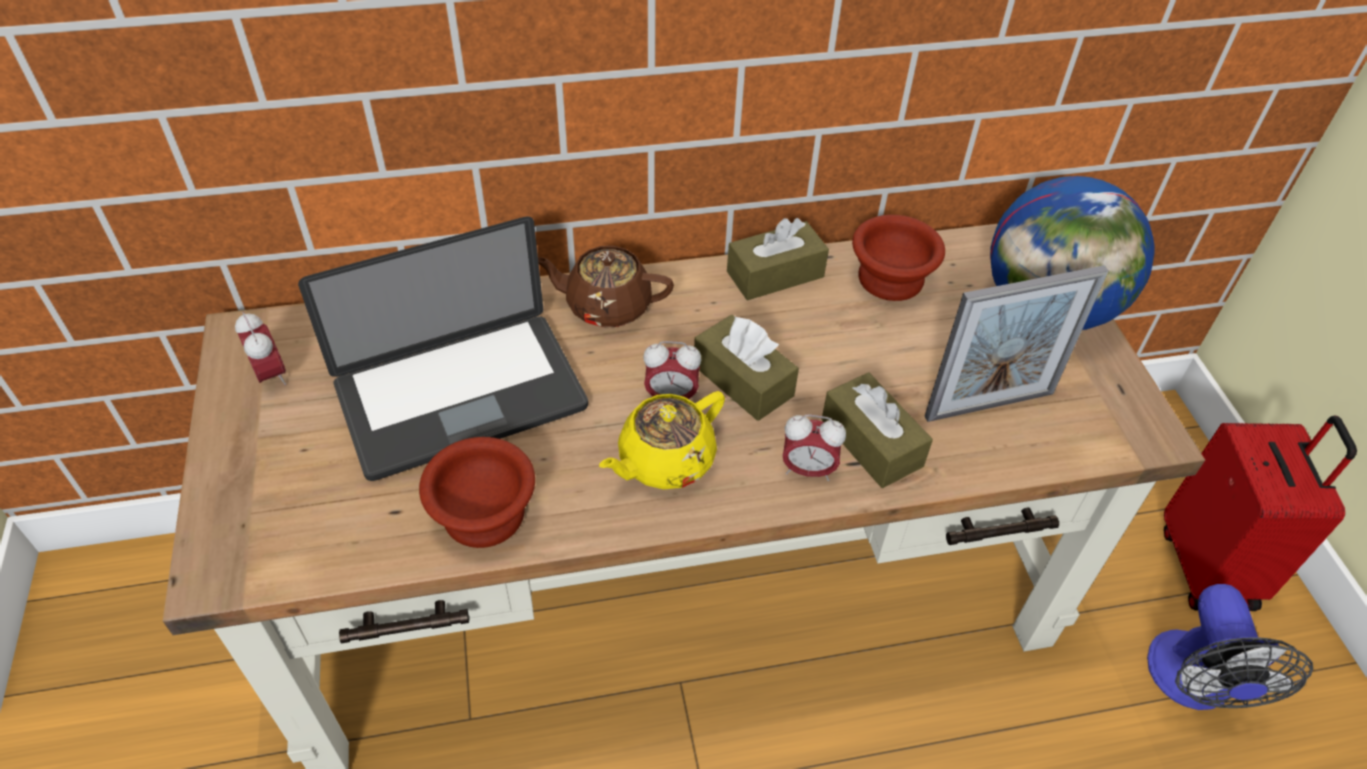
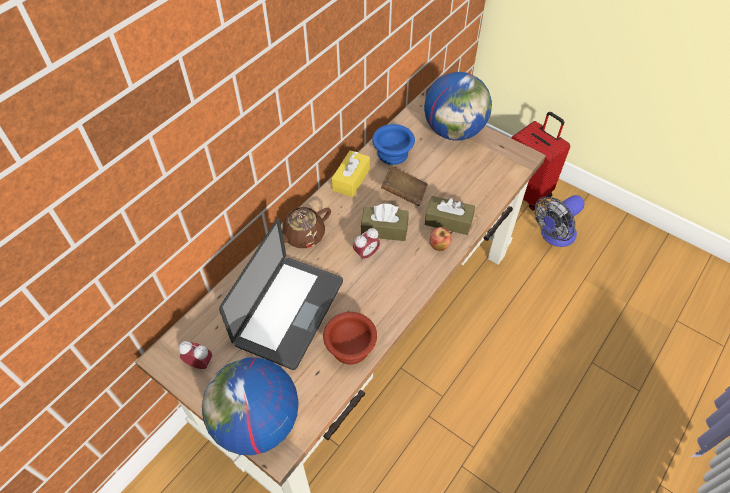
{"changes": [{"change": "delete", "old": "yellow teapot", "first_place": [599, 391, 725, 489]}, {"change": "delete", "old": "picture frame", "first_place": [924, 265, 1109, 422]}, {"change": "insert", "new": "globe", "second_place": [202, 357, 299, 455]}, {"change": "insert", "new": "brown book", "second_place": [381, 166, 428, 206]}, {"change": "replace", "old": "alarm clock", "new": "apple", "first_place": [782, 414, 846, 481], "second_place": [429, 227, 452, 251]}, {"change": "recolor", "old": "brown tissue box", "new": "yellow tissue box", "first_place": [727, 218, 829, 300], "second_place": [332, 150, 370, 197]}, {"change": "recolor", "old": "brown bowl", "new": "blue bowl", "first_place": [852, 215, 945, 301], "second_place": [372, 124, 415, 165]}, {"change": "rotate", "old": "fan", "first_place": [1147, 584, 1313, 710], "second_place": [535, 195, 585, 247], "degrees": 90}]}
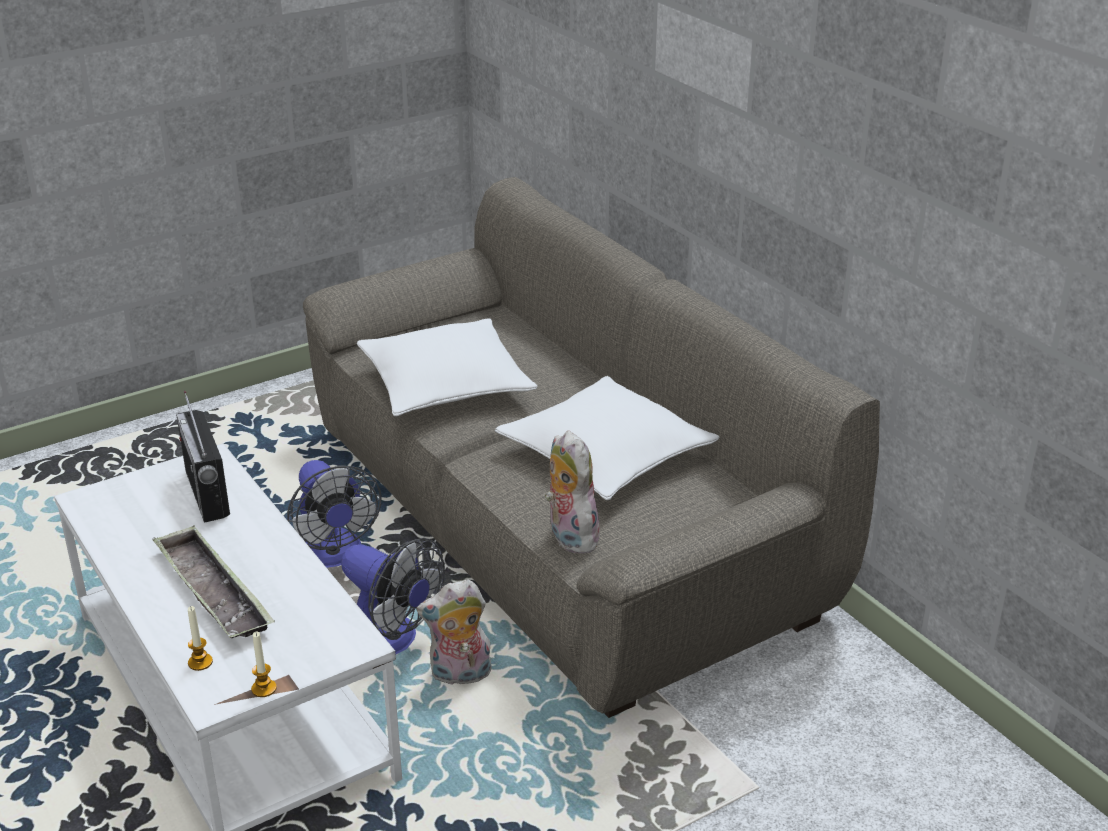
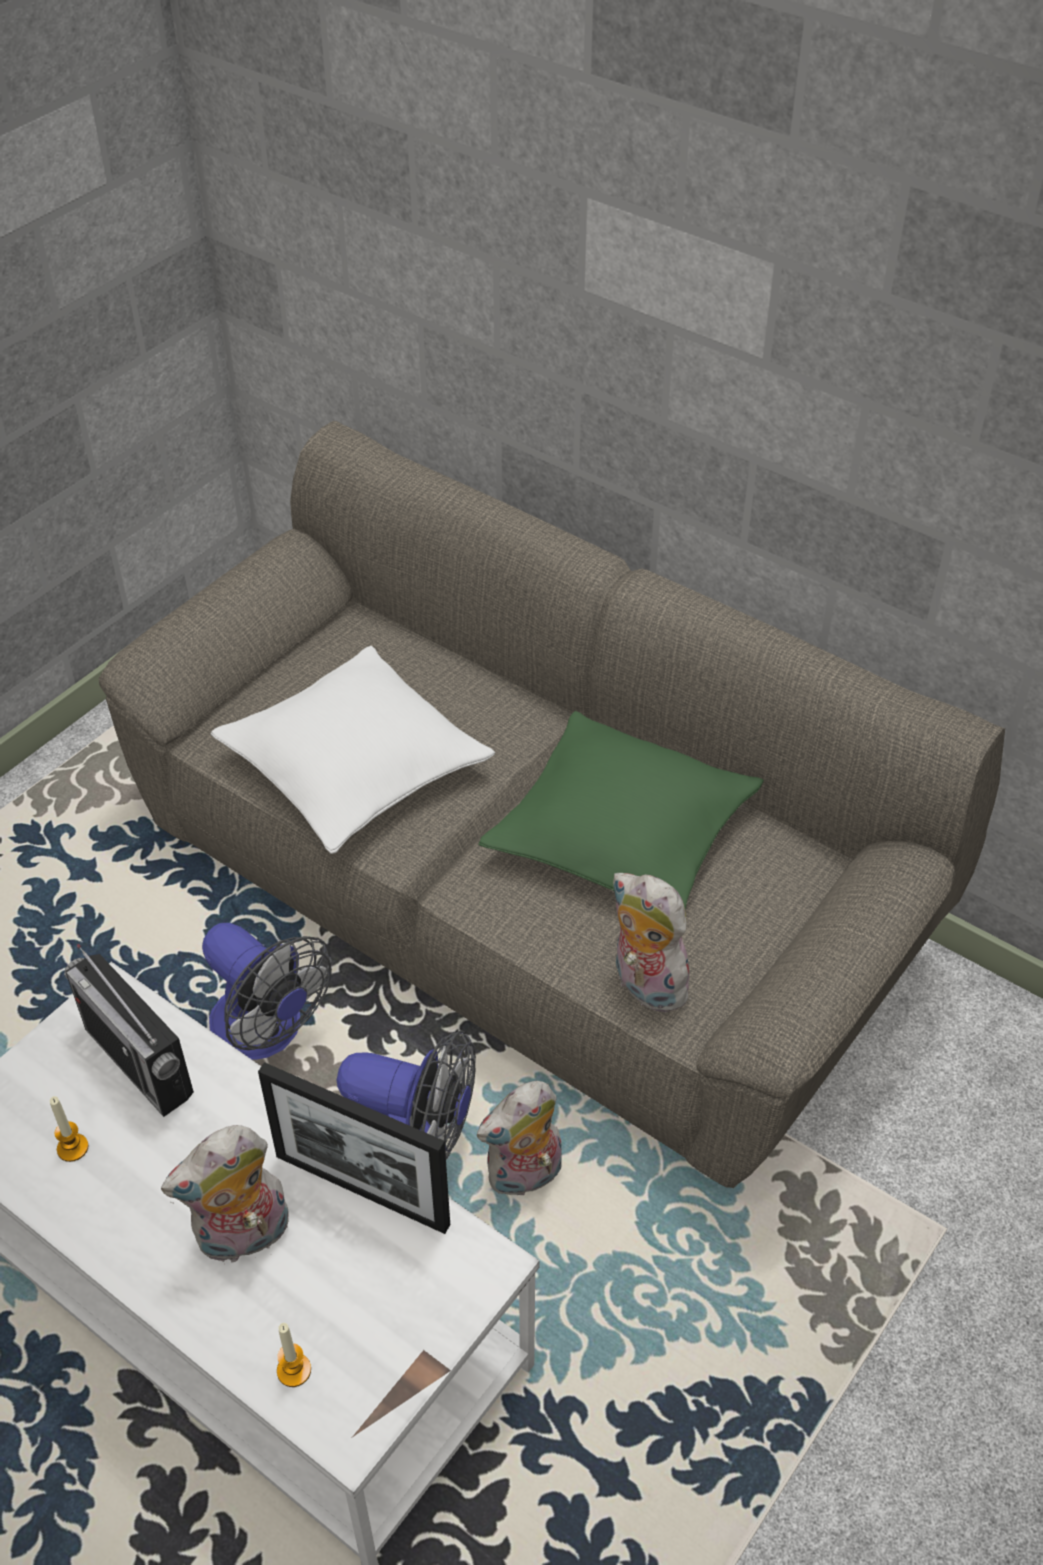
{"changes": [{"change": "insert", "new": "picture frame", "second_place": [258, 1062, 450, 1234]}, {"change": "move", "old": "candle", "first_place": [251, 631, 277, 697], "second_place": [50, 1096, 88, 1162]}, {"change": "replace", "old": "tray", "new": "plush toy", "first_place": [153, 525, 275, 638], "second_place": [161, 1125, 289, 1262]}, {"change": "recolor", "old": "white pillow", "new": "green pillow", "first_place": [495, 376, 719, 500], "second_place": [478, 711, 764, 909]}]}
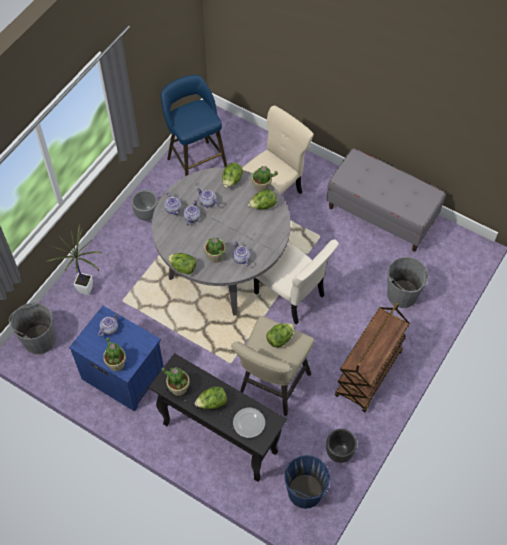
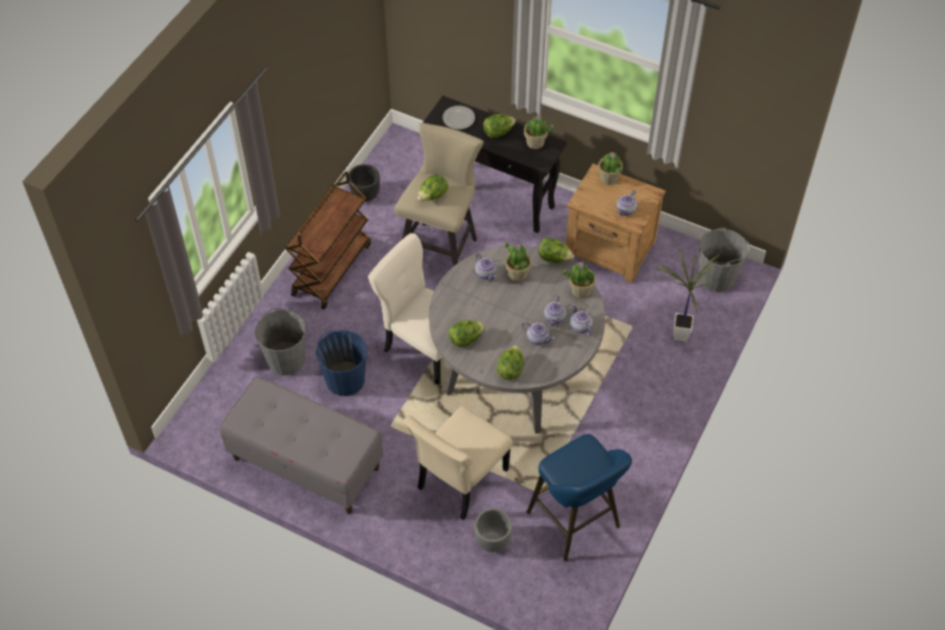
{"changes": [{"change": "move", "old": "grey planter", "first_place": [131, 190, 158, 221], "second_place": [475, 508, 512, 552]}, {"change": "move", "old": "potted plant", "first_place": [251, 166, 278, 192], "second_place": [563, 262, 596, 298]}, {"change": "move", "old": "blue bucket", "first_place": [284, 455, 330, 509], "second_place": [316, 330, 367, 396]}, {"change": "recolor", "old": "blue nightstand", "new": "brown nightstand", "first_place": [69, 306, 164, 412], "second_place": [566, 164, 666, 283]}]}
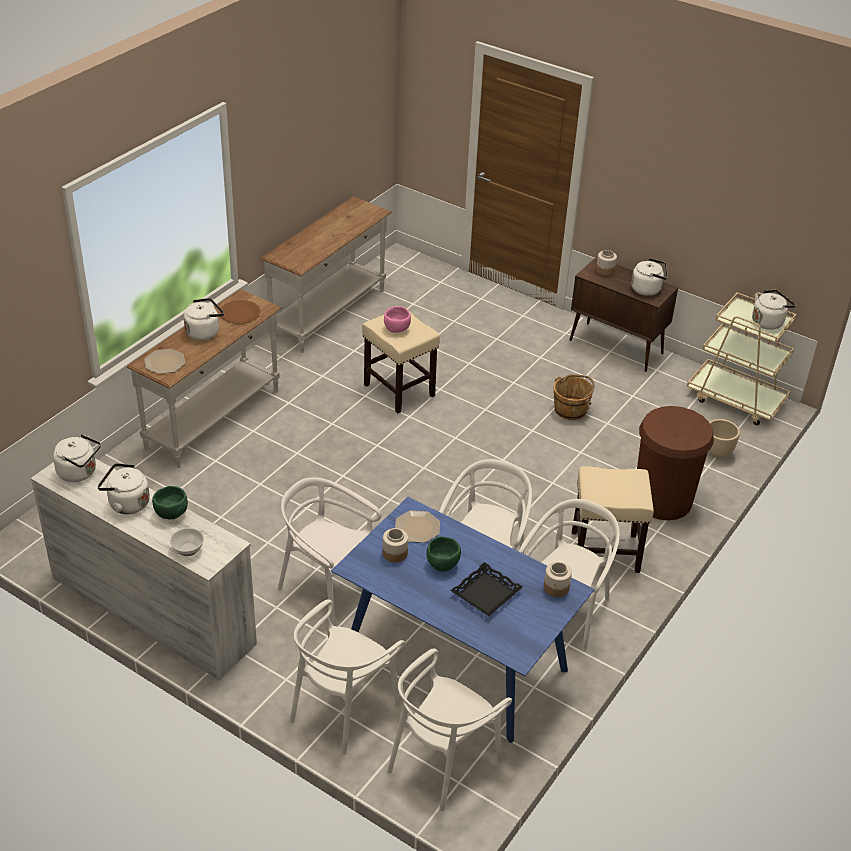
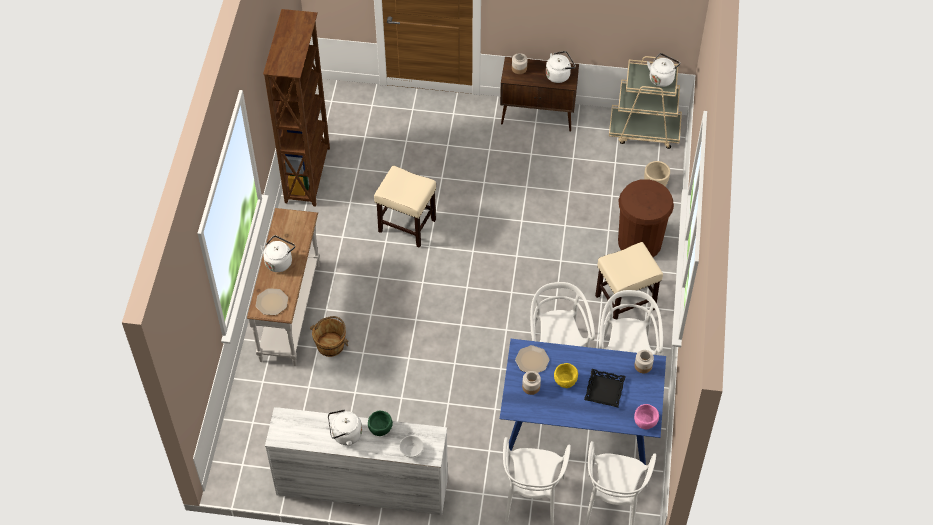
{"changes": [{"change": "delete", "old": "white kettle", "first_place": [53, 434, 101, 482]}, {"change": "delete", "old": "brown plate", "first_place": [220, 300, 261, 324]}, {"change": "delete", "old": "white chair", "first_place": [278, 477, 382, 626]}, {"change": "move", "old": "pink bowl", "first_place": [384, 306, 411, 333], "second_place": [634, 404, 659, 429]}, {"change": "move", "old": "brown bucket", "first_place": [554, 374, 595, 420], "second_place": [310, 316, 349, 357]}, {"change": "replace", "old": "white console table", "new": "brown bookcase", "first_place": [261, 197, 392, 353], "second_place": [263, 9, 330, 207]}, {"change": "recolor", "old": "green bowl", "new": "yellow bowl", "first_place": [426, 536, 461, 572], "second_place": [554, 363, 578, 388]}]}
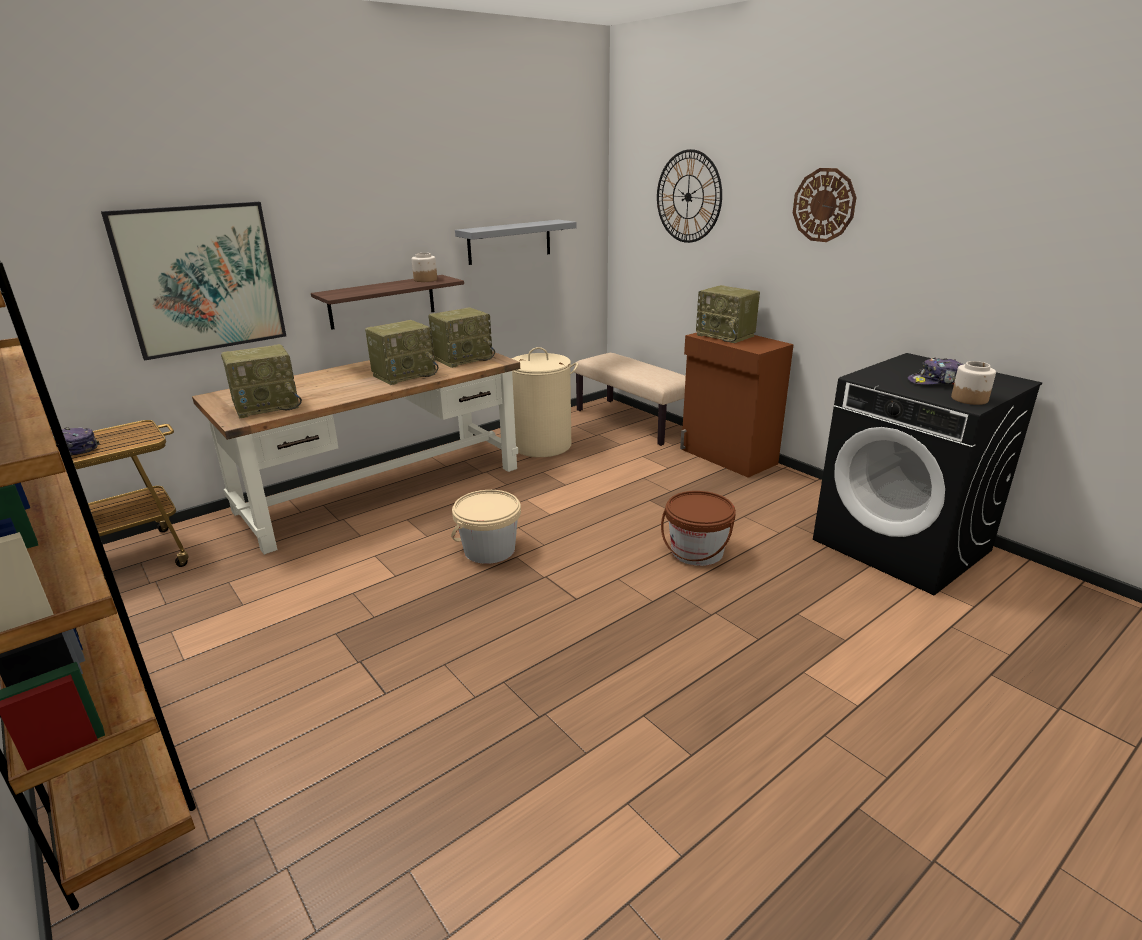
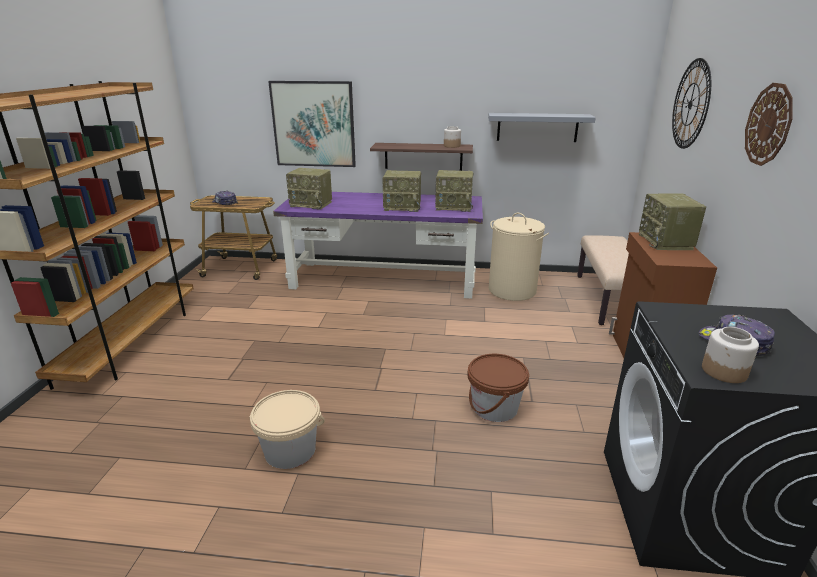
{"changes": [{"change": "move", "old": "beige bucket", "first_place": [451, 490, 521, 564], "second_place": [250, 390, 325, 469]}, {"change": "recolor", "old": "brown desk", "new": "purple desk", "first_place": [192, 351, 520, 555], "second_place": [273, 192, 483, 299]}]}
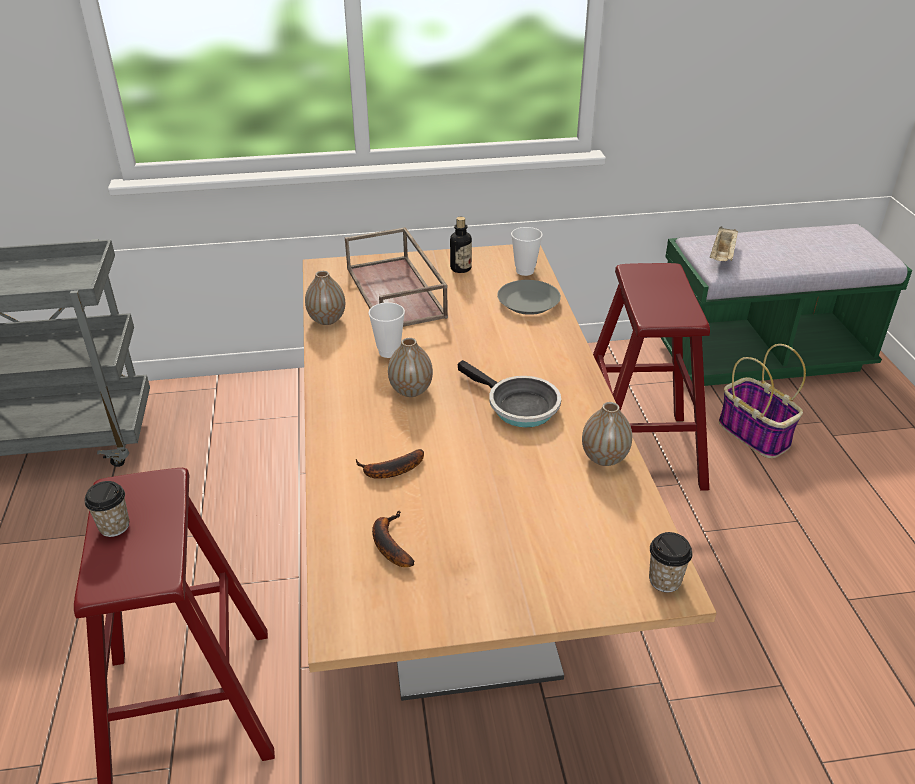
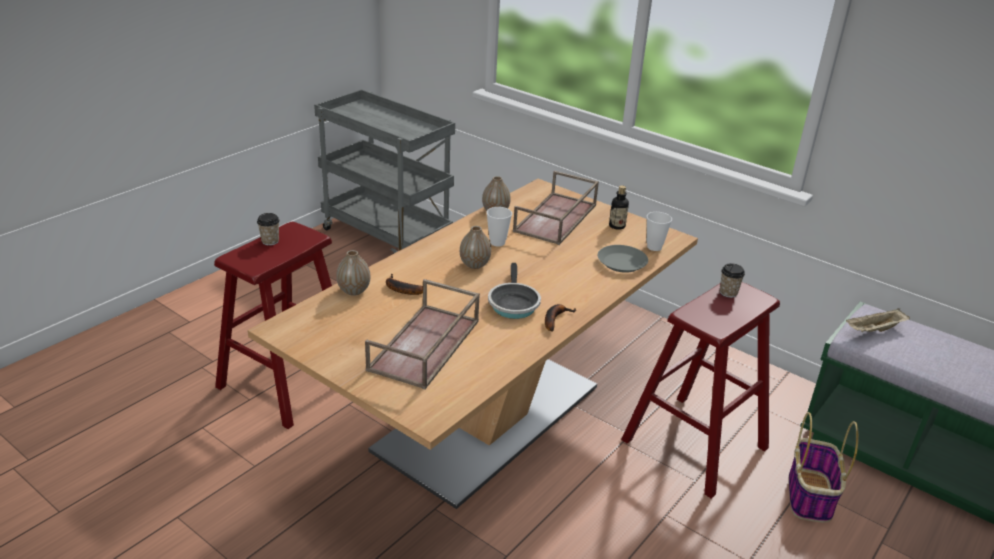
{"changes": [{"change": "insert", "new": "brown tray", "second_place": [365, 279, 480, 390]}, {"change": "move", "old": "banana", "first_place": [372, 511, 414, 567], "second_place": [545, 304, 576, 332]}, {"change": "move", "old": "vase", "first_place": [582, 402, 632, 466], "second_place": [336, 250, 370, 296]}, {"change": "move", "old": "cup", "first_place": [649, 532, 692, 592], "second_place": [720, 263, 745, 298]}]}
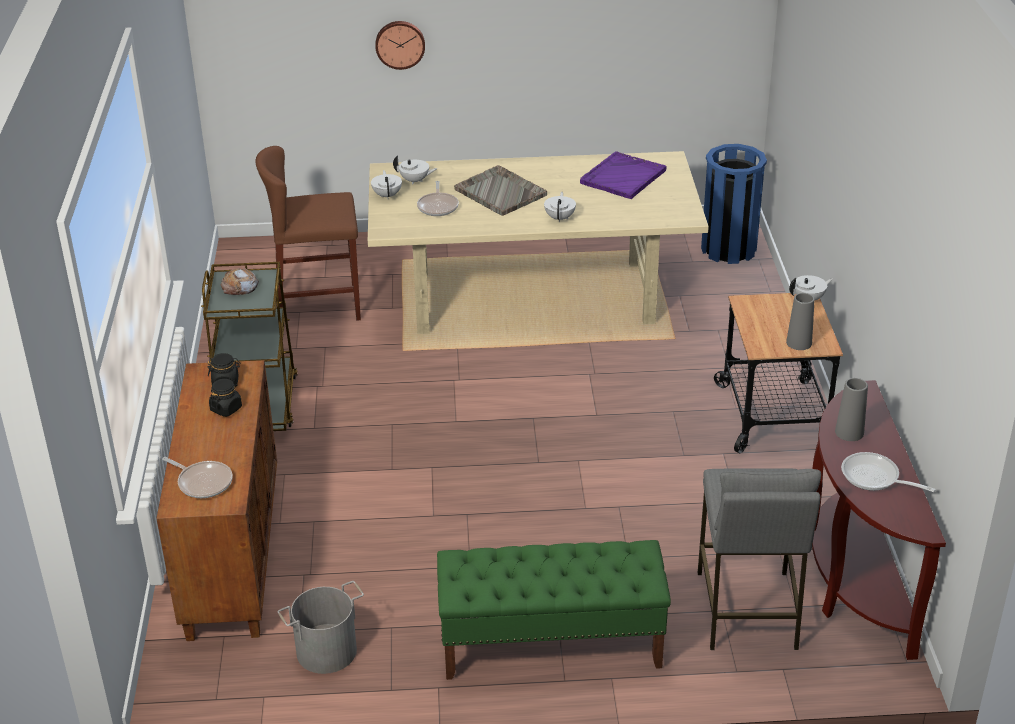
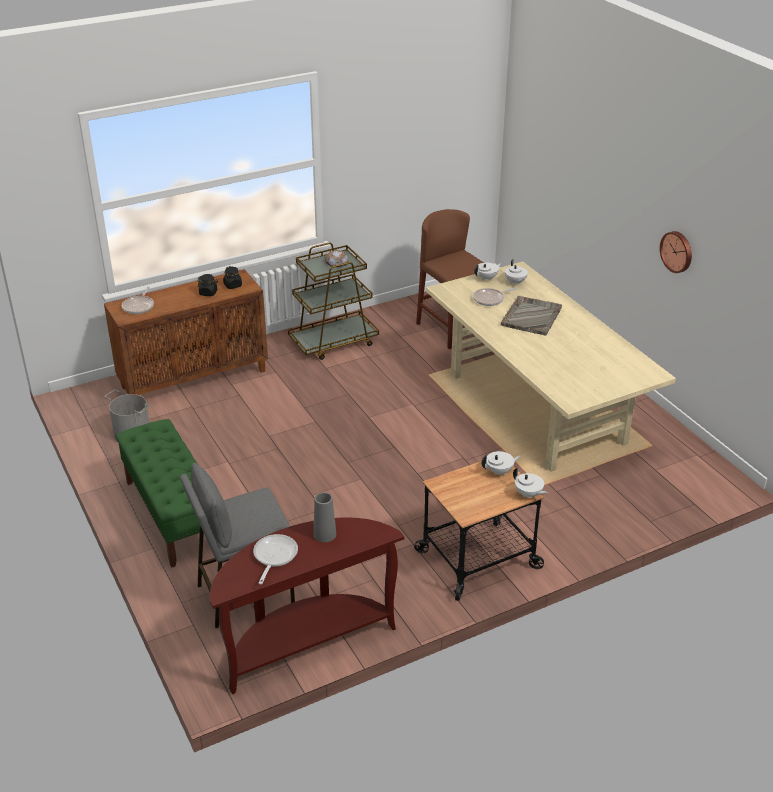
{"changes": [{"change": "delete", "old": "purple tray", "first_place": [580, 151, 667, 199]}, {"change": "delete", "old": "blue trash can", "first_place": [701, 144, 767, 264]}, {"change": "delete", "old": "grey vase", "first_place": [786, 293, 815, 350]}, {"change": "move", "old": "wall clock", "first_place": [375, 21, 425, 70], "second_place": [660, 231, 692, 273]}, {"change": "move", "old": "white teapot", "first_place": [544, 192, 576, 222], "second_place": [481, 451, 521, 476]}]}
